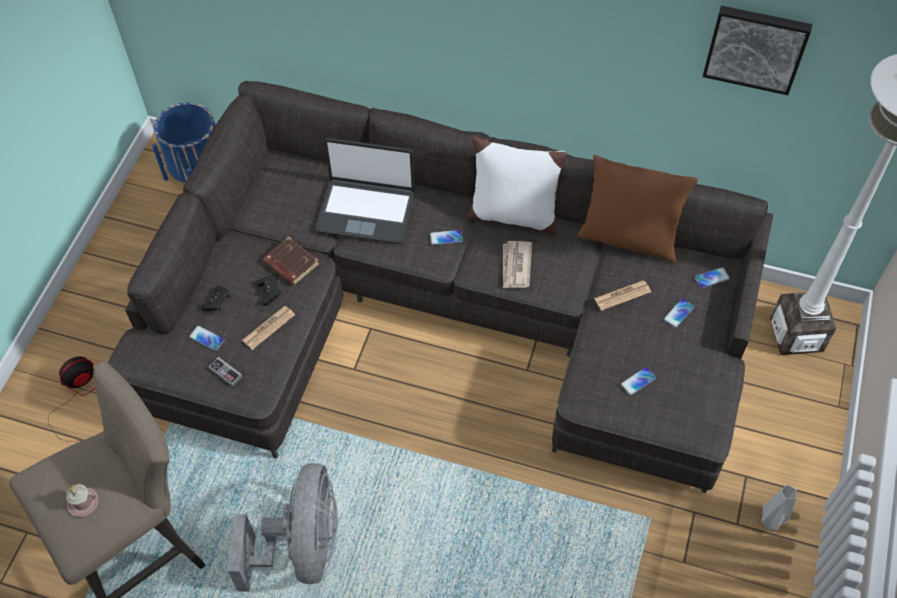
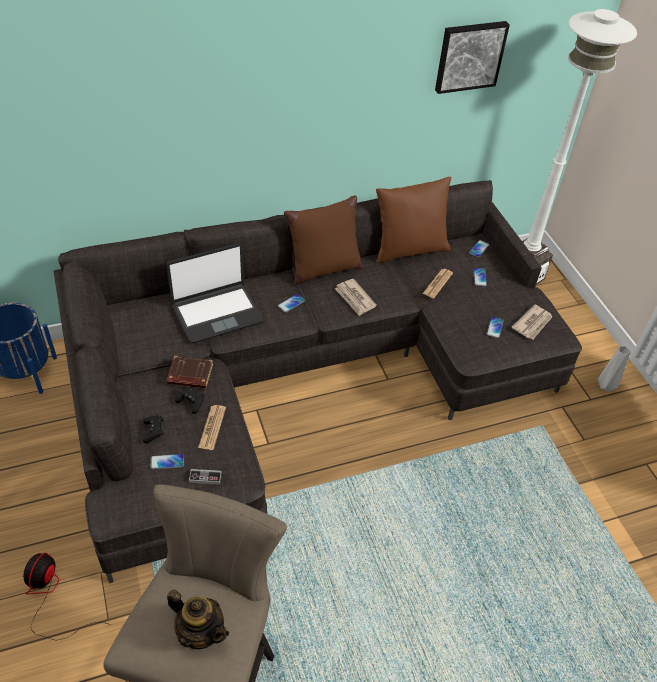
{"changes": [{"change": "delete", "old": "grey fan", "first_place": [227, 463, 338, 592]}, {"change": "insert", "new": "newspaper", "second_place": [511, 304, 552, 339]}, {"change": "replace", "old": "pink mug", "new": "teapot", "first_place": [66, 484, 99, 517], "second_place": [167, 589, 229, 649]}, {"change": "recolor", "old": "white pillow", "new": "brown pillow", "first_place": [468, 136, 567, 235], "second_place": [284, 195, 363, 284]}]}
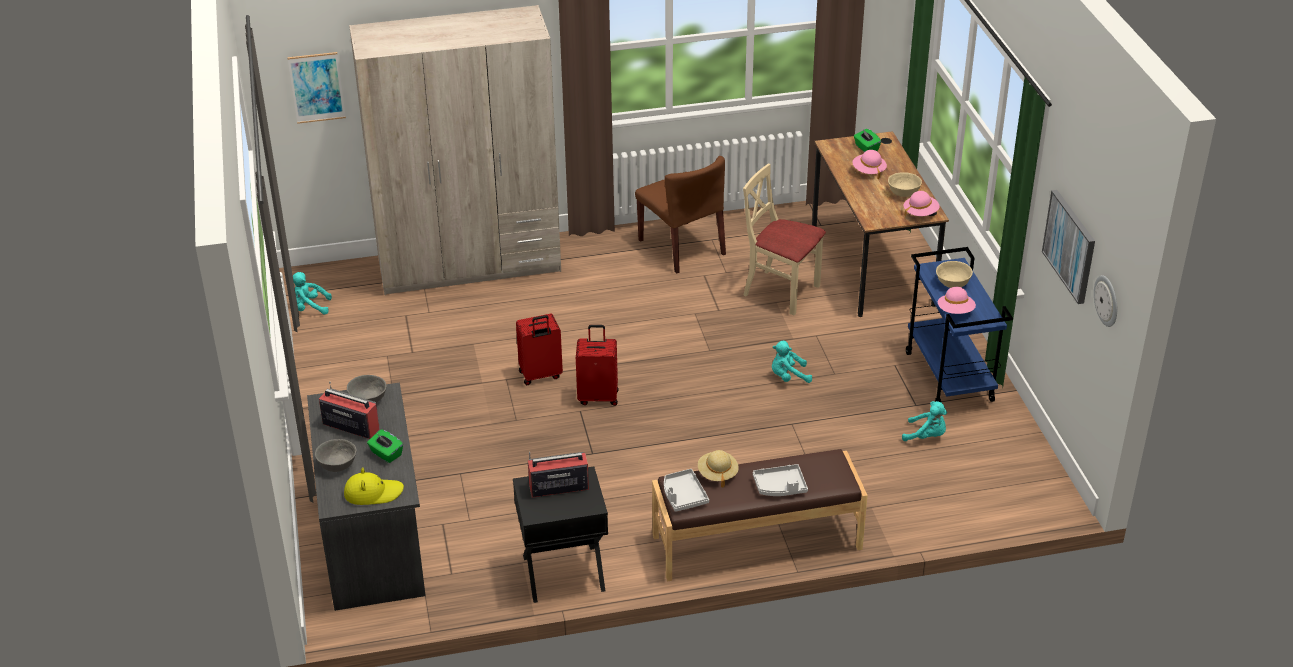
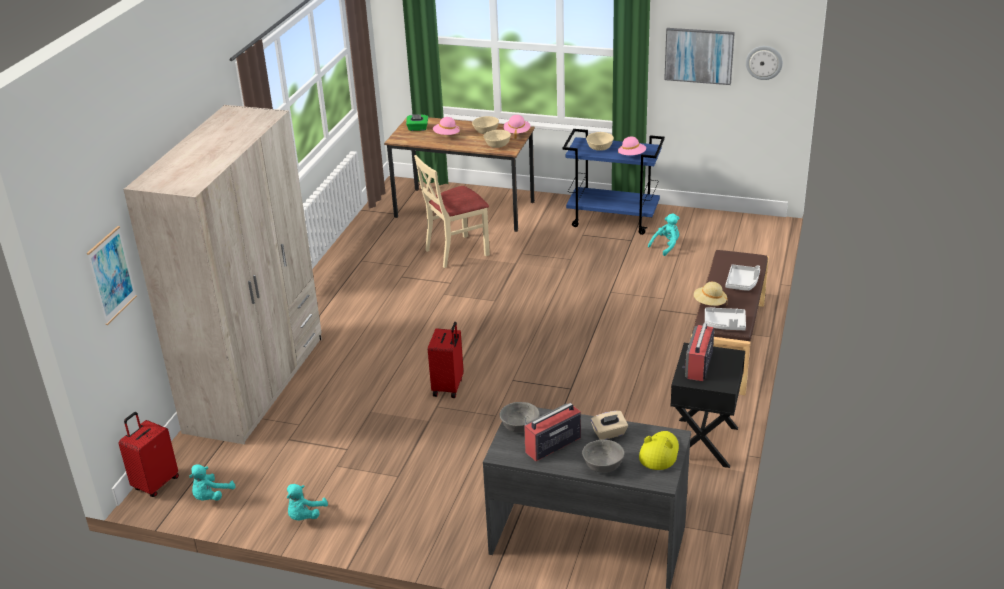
{"changes": [{"change": "delete", "old": "brown chair", "first_place": [635, 156, 726, 274]}, {"change": "insert", "new": "beige bowl", "second_place": [484, 130, 511, 148]}, {"change": "move", "old": "red suitcase", "first_place": [576, 325, 619, 406], "second_place": [118, 412, 179, 497]}, {"change": "move", "old": "turquoise plush toy", "first_place": [772, 341, 812, 383], "second_place": [287, 484, 328, 521]}, {"change": "recolor", "old": "green tissue box", "new": "beige tissue box", "first_place": [367, 429, 403, 463], "second_place": [591, 411, 628, 440]}]}
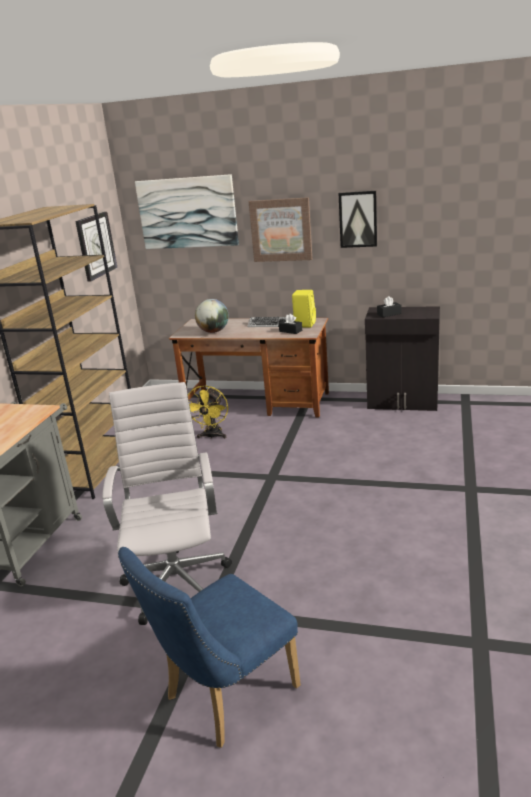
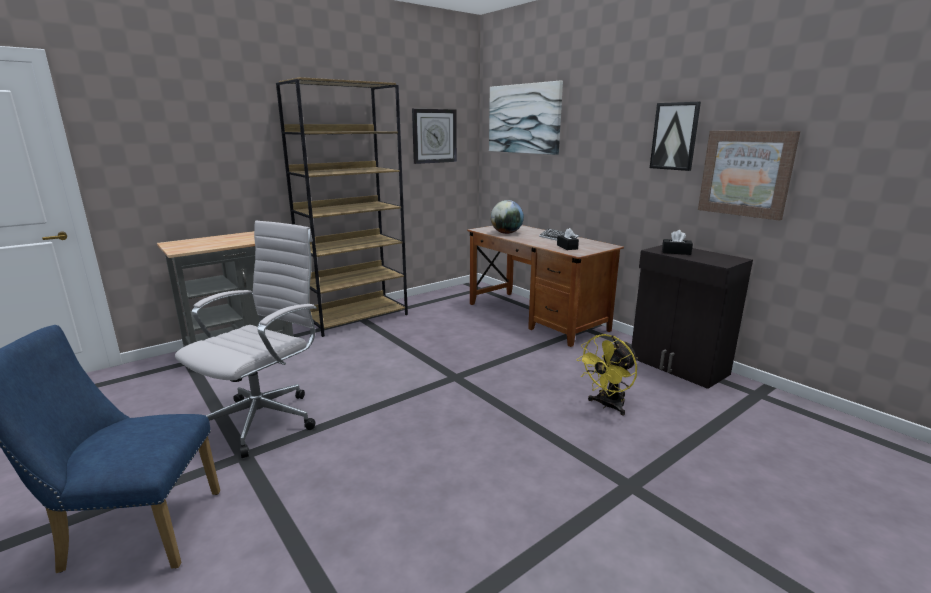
{"changes": [{"change": "delete", "old": "yellow speaker", "first_place": [292, 290, 316, 327]}, {"change": "move", "old": "yellow fan", "first_place": [188, 385, 228, 438], "second_place": [576, 334, 638, 415]}, {"change": "move", "old": "picture", "first_place": [249, 197, 312, 262], "second_place": [698, 131, 800, 221]}]}
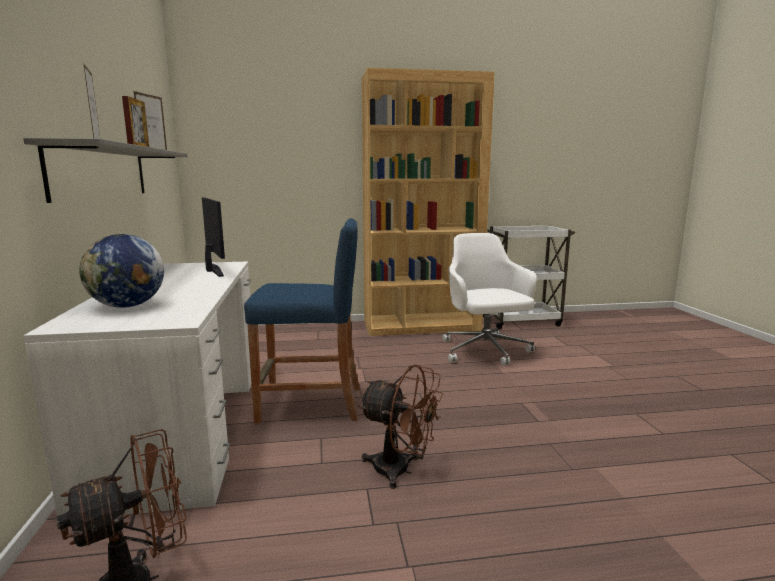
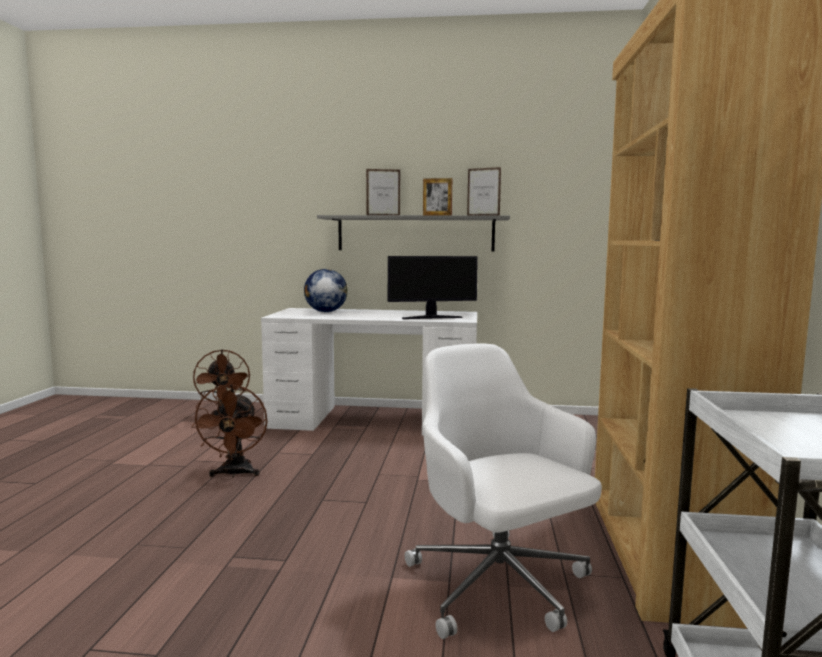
{"changes": [{"change": "delete", "old": "blue stool", "first_place": [244, 218, 360, 423]}, {"change": "rotate", "old": "brown fan", "first_place": [359, 364, 443, 489], "second_place": [191, 384, 268, 477], "degrees": -45}, {"change": "rotate", "old": "white office chair", "first_place": [442, 233, 537, 366], "second_place": [405, 343, 602, 639], "degrees": -120}]}
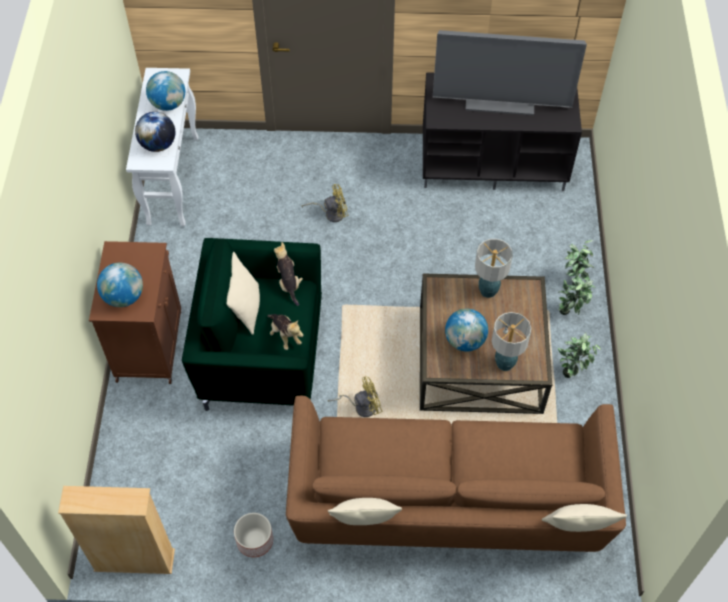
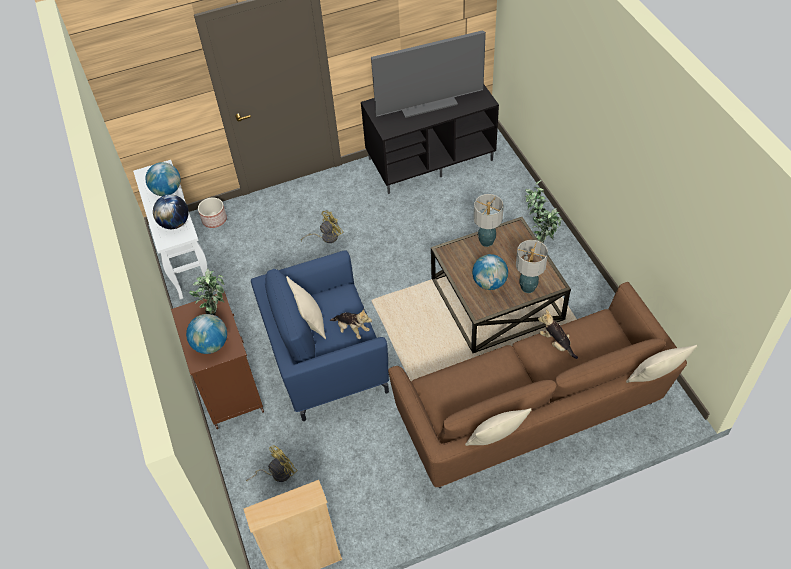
{"changes": [{"change": "move", "old": "planter", "first_place": [234, 513, 273, 558], "second_place": [198, 198, 227, 228]}, {"change": "move", "old": "plush toy", "first_place": [274, 242, 303, 306], "second_place": [538, 310, 578, 359]}, {"change": "move", "old": "yellow fan", "first_place": [328, 377, 383, 417], "second_place": [246, 446, 298, 482]}, {"change": "move", "old": "potted plant", "first_place": [557, 332, 601, 378], "second_place": [189, 268, 224, 315]}, {"change": "recolor", "old": "green armchair", "new": "blue armchair", "first_place": [182, 238, 322, 411], "second_place": [251, 250, 389, 421]}]}
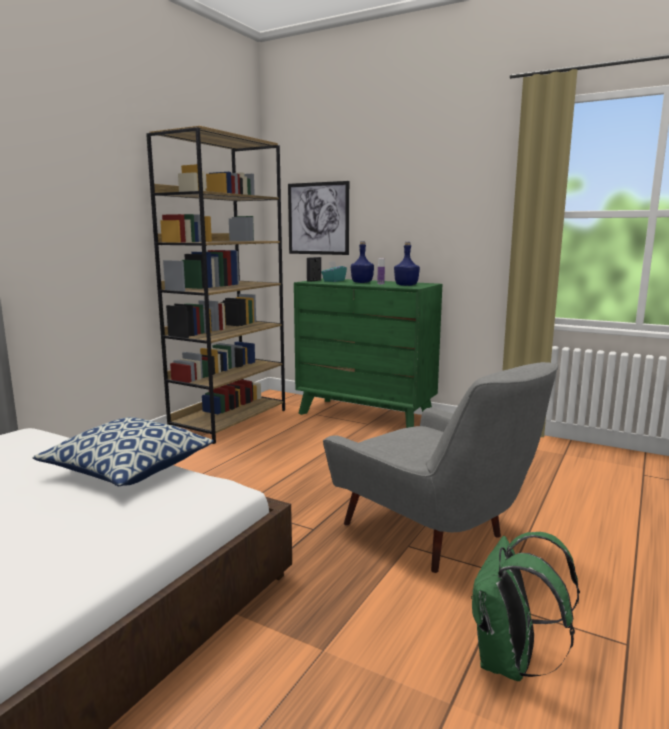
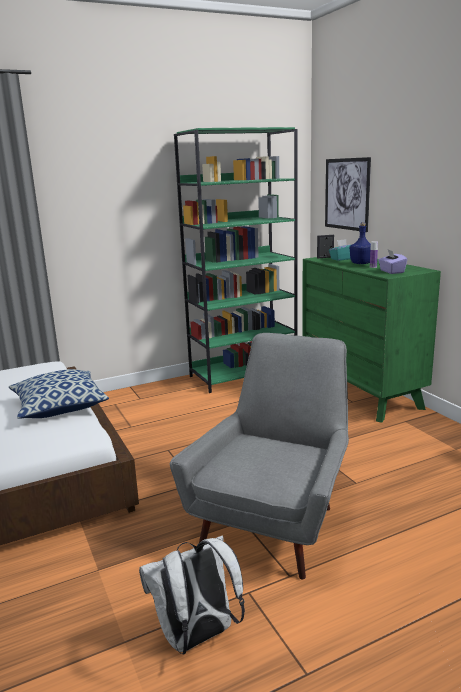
{"changes": [{"change": "replace", "old": "blue bottle", "new": "purple tissue box", "first_place": [394, 242, 420, 286], "second_place": [378, 250, 407, 274]}, {"change": "recolor", "old": "brown bookcase", "new": "green bookcase", "first_place": [146, 126, 285, 444], "second_place": [174, 127, 298, 393]}, {"change": "recolor", "old": "green backpack", "new": "white backpack", "first_place": [471, 532, 580, 681], "second_place": [139, 536, 245, 654]}, {"change": "rotate", "old": "grey armchair", "first_place": [323, 362, 558, 573], "second_place": [169, 333, 349, 579], "degrees": -150}]}
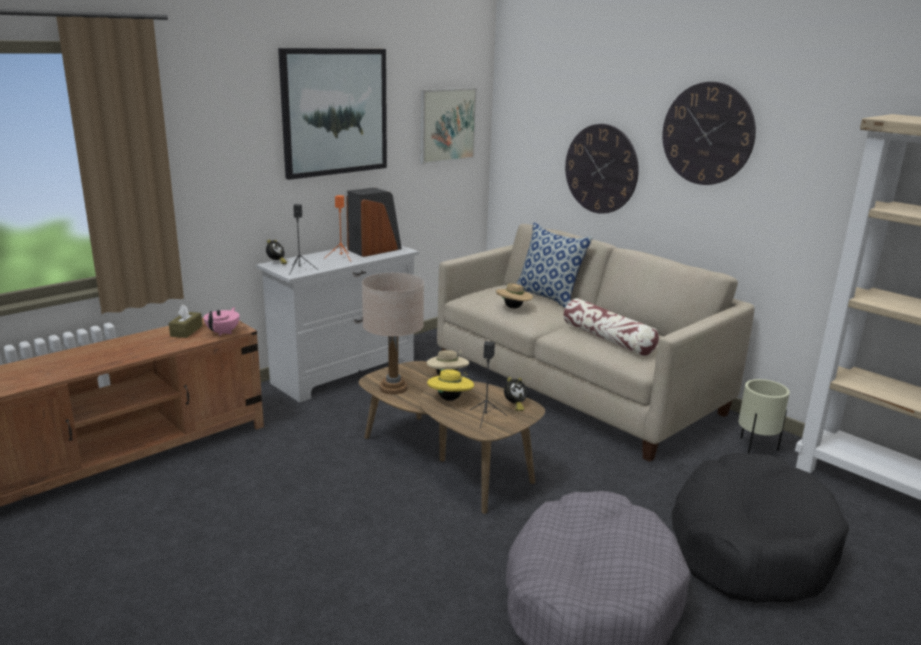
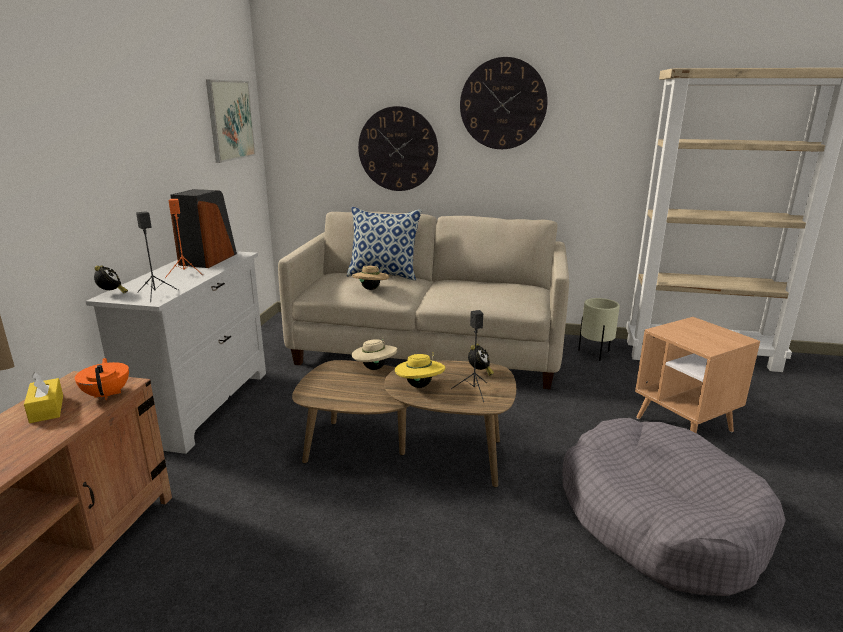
{"changes": [{"change": "delete", "old": "picture", "first_place": [278, 48, 387, 180]}, {"change": "delete", "old": "beige table lamp", "first_place": [362, 273, 424, 395]}, {"change": "delete", "old": "pillow", "first_place": [564, 298, 659, 356]}, {"change": "replace", "old": "black dog bed", "new": "brown side table", "first_place": [671, 453, 849, 603], "second_place": [635, 317, 760, 433]}, {"change": "recolor", "old": "brown tissue box", "new": "yellow tissue box", "first_place": [169, 304, 203, 338], "second_place": [24, 372, 63, 423]}, {"change": "recolor", "old": "pink teapot", "new": "orange teapot", "first_place": [204, 307, 240, 336], "second_place": [75, 358, 129, 400]}]}
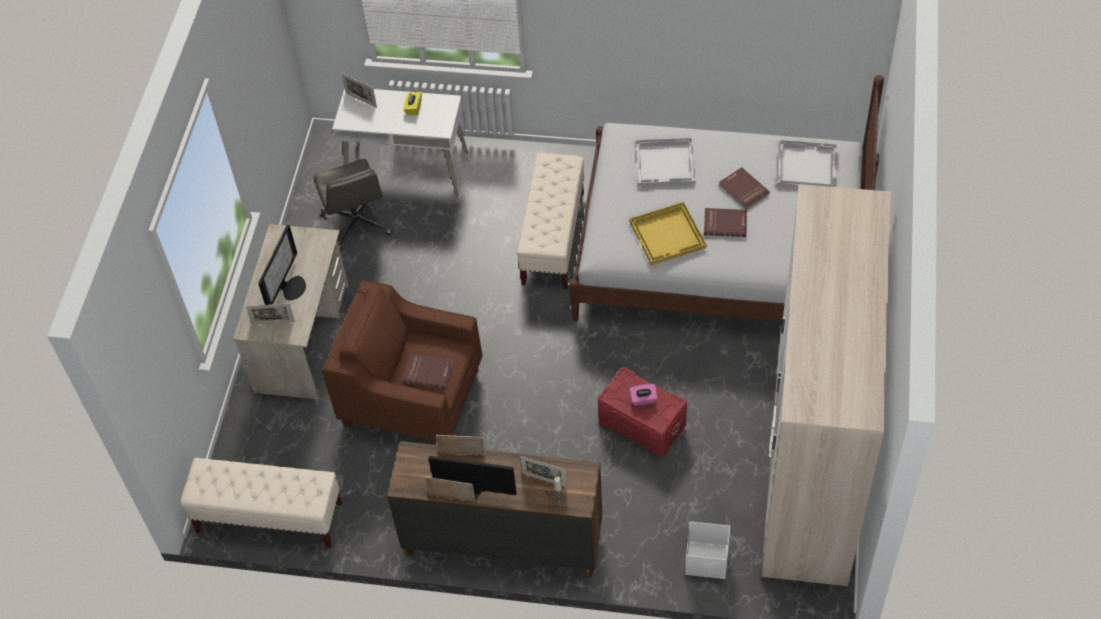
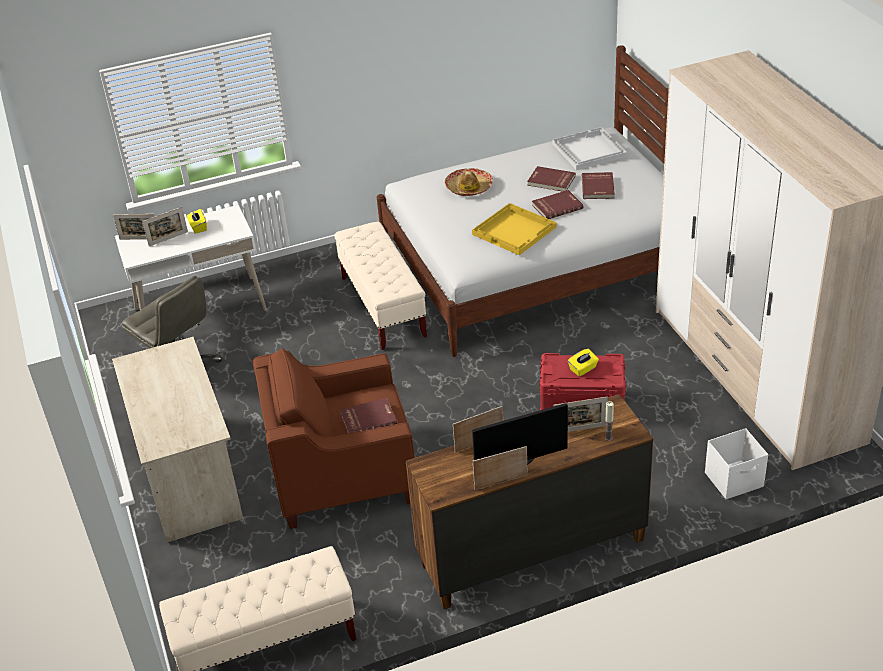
{"changes": [{"change": "delete", "old": "monitor", "first_place": [258, 225, 306, 305]}, {"change": "insert", "new": "red book", "second_place": [582, 172, 615, 199]}, {"change": "move", "old": "picture frame", "first_place": [246, 303, 295, 325], "second_place": [142, 207, 188, 246]}, {"change": "replace", "old": "white tray", "new": "hat", "first_place": [636, 138, 696, 187], "second_place": [444, 168, 493, 196]}, {"change": "recolor", "old": "pink tissue box", "new": "yellow tissue box", "first_place": [629, 384, 658, 406], "second_place": [568, 349, 599, 377]}]}
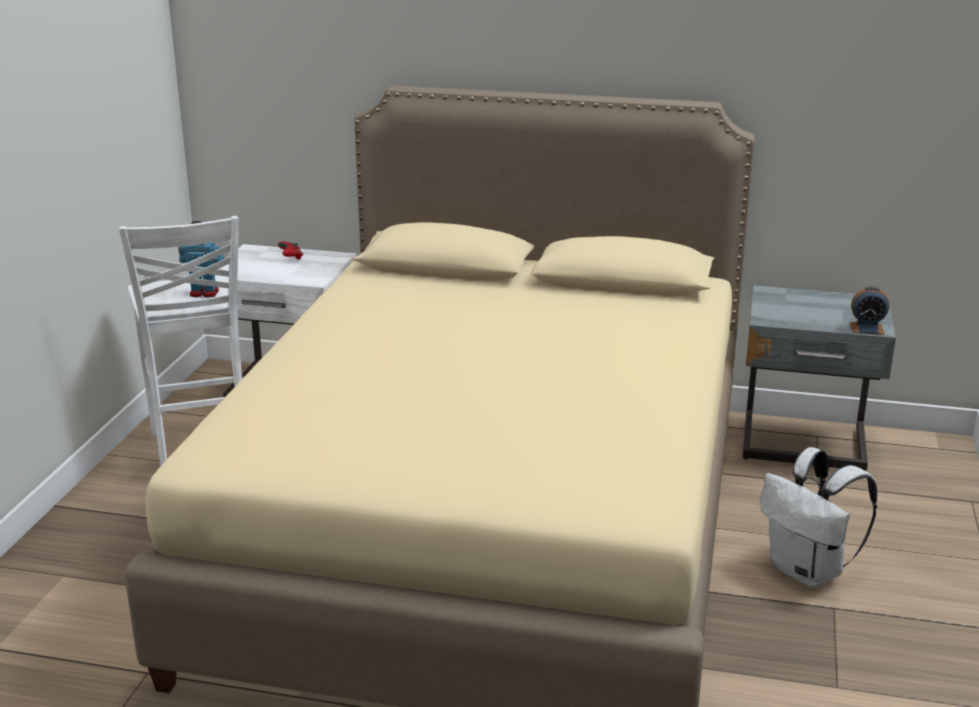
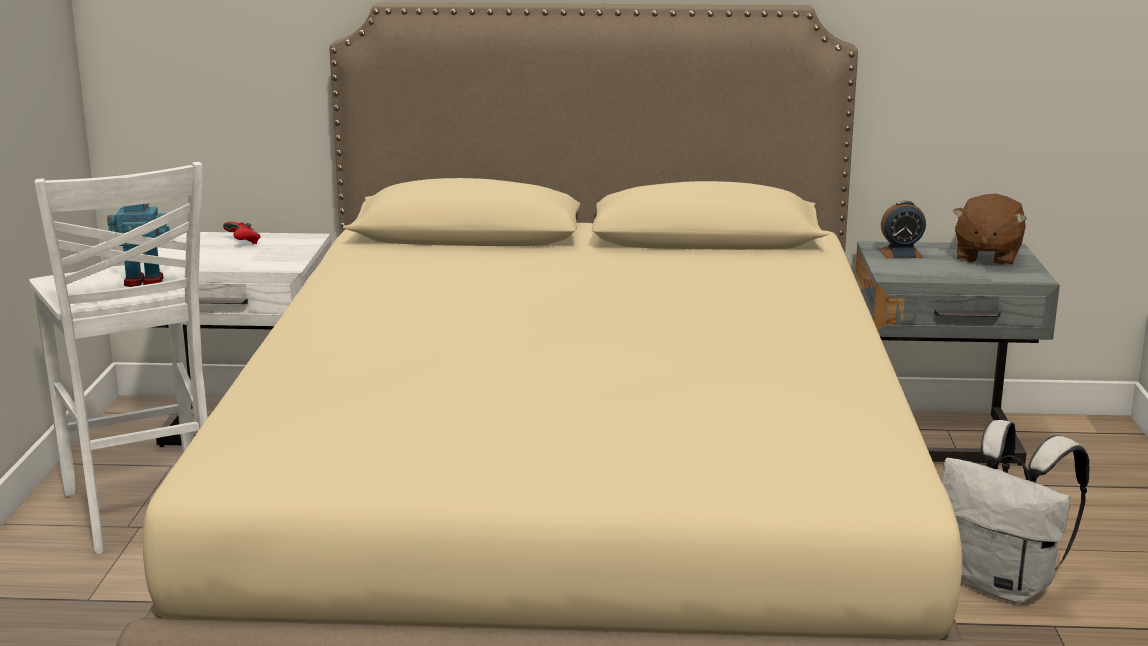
{"changes": [{"change": "insert", "new": "brown plush toy", "second_place": [952, 194, 1027, 266]}, {"change": "move", "old": "alarm clock", "first_place": [849, 286, 890, 335], "second_place": [879, 201, 926, 258]}]}
